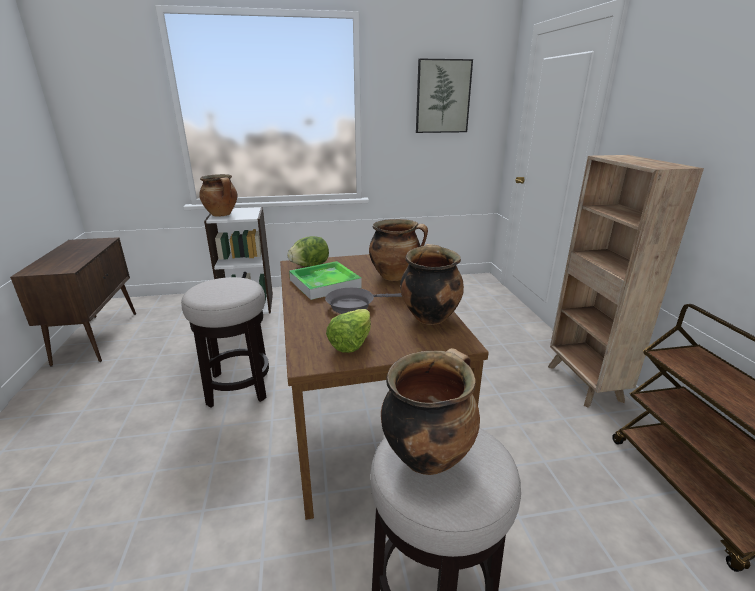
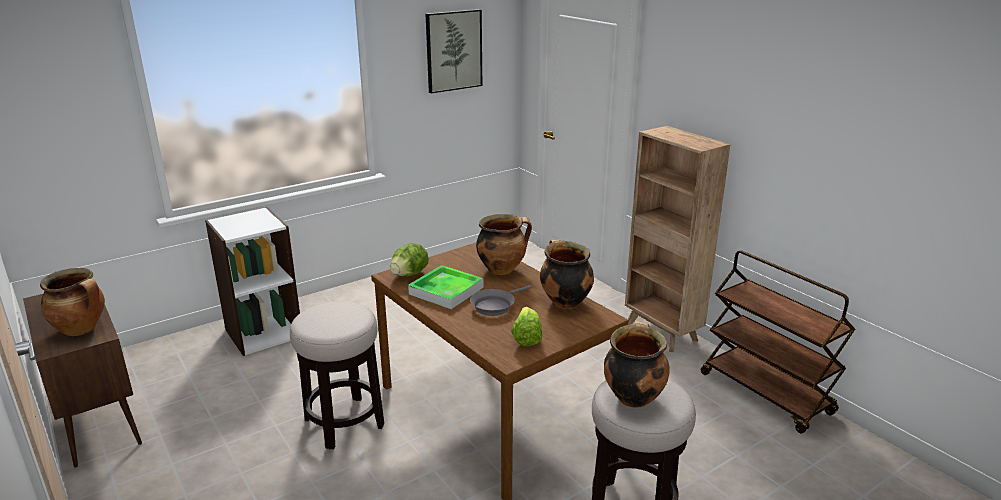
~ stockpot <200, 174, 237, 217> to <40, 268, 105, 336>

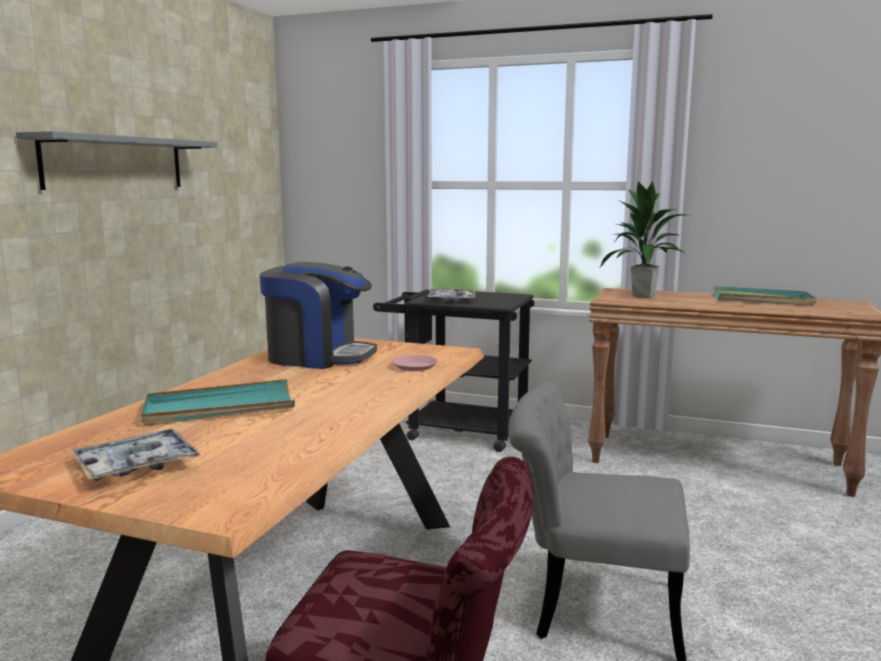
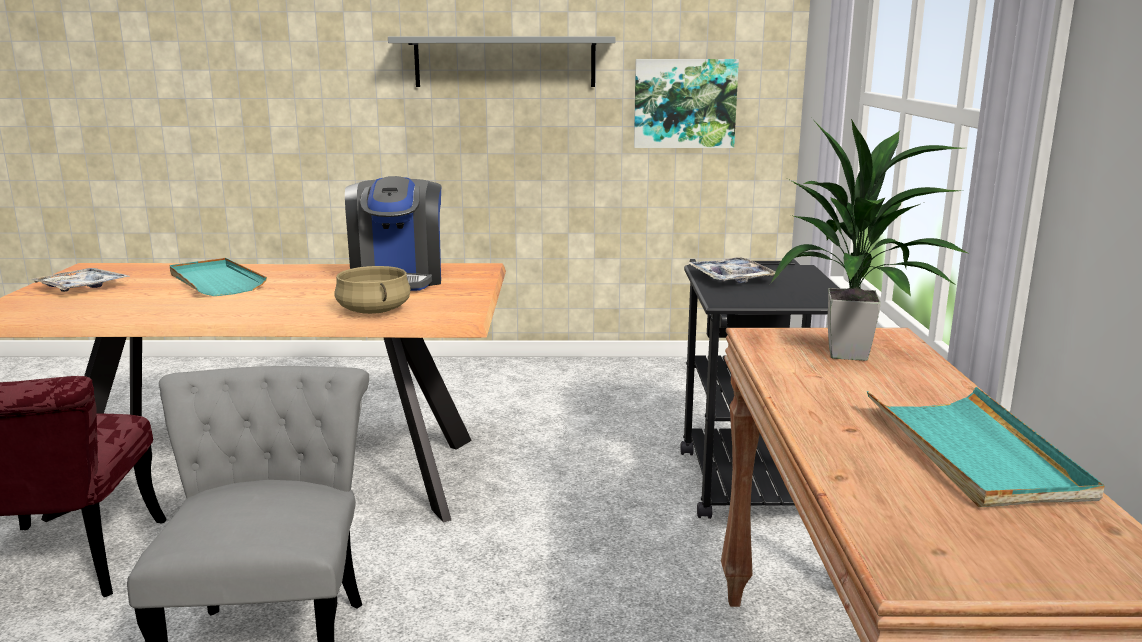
+ wall art <634, 59, 739, 148>
~ pink plate <392, 355, 438, 371> to beige-coloured stockpot <334, 266, 411, 314>

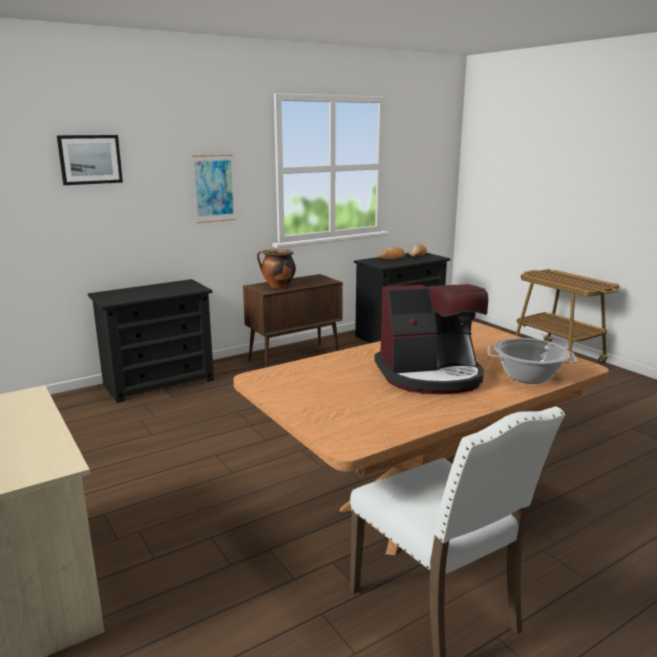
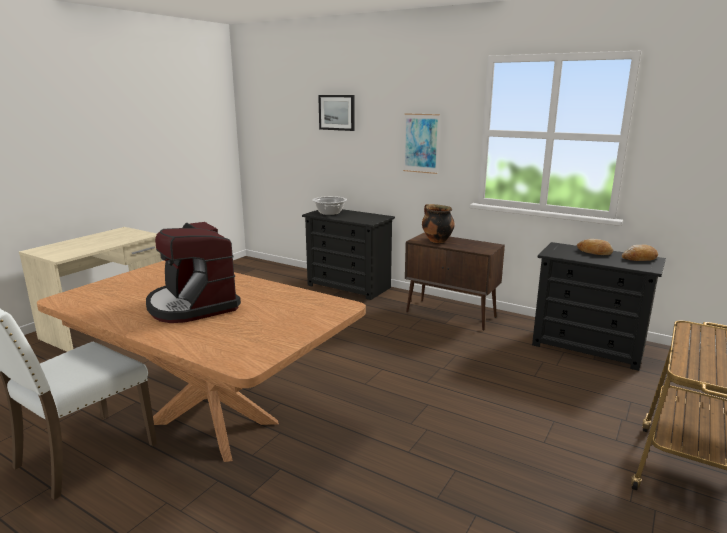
~ stockpot <487, 338, 577, 384> to <312, 196, 347, 215>

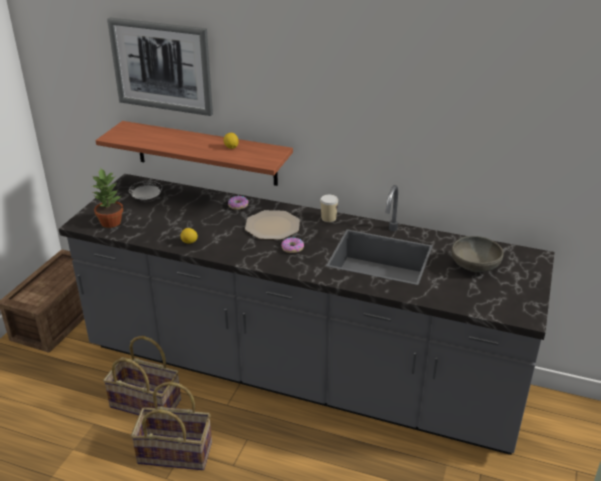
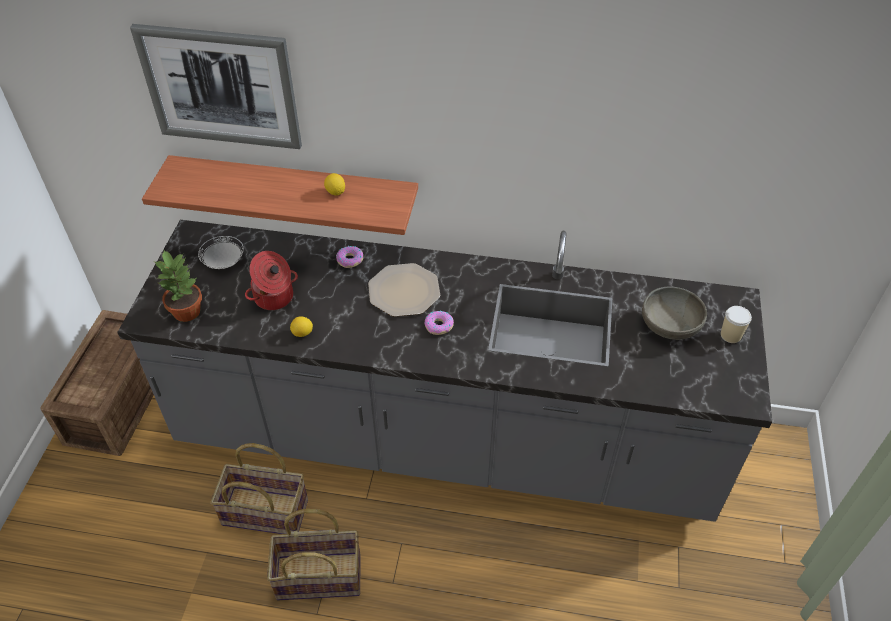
+ stockpot <245, 251, 298, 310>
~ small cup <320, 195, 338, 222> to <721, 306, 752, 343>

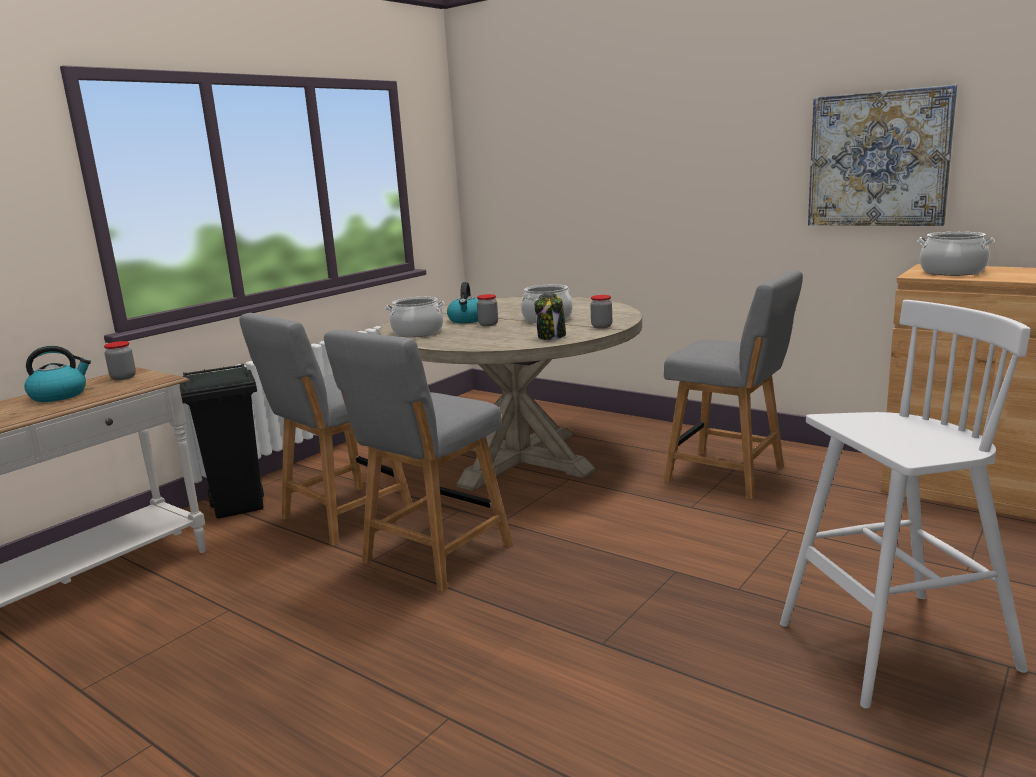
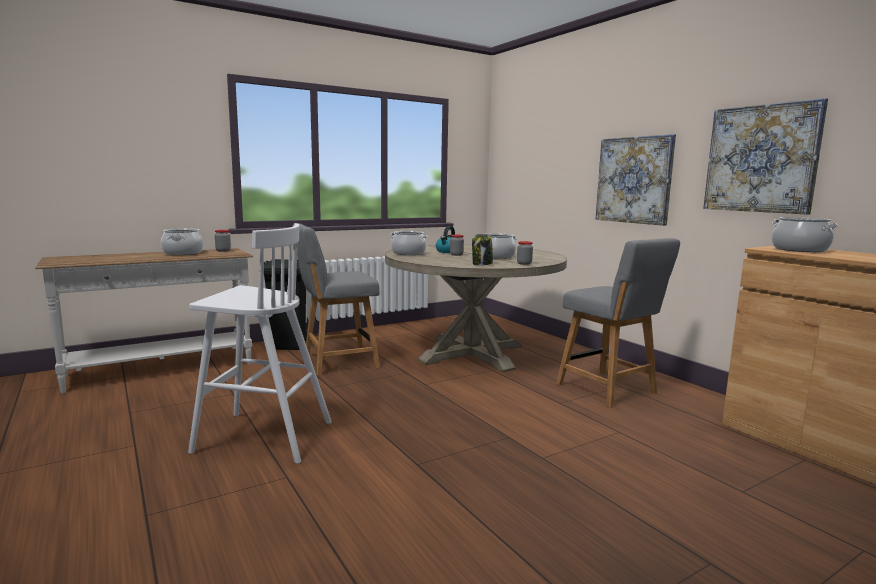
- gray upright chair <324, 330, 513, 592>
+ wall art <595, 134, 676, 226>
~ white stool <780, 300, 1031, 709> to <188, 223, 332, 464>
~ water kettle <24, 346, 91, 402> to stockpot <161, 228, 203, 255>

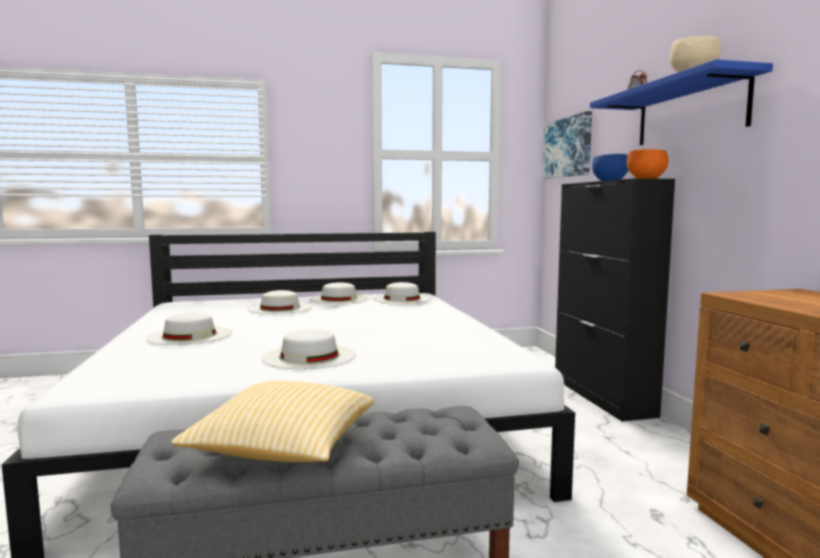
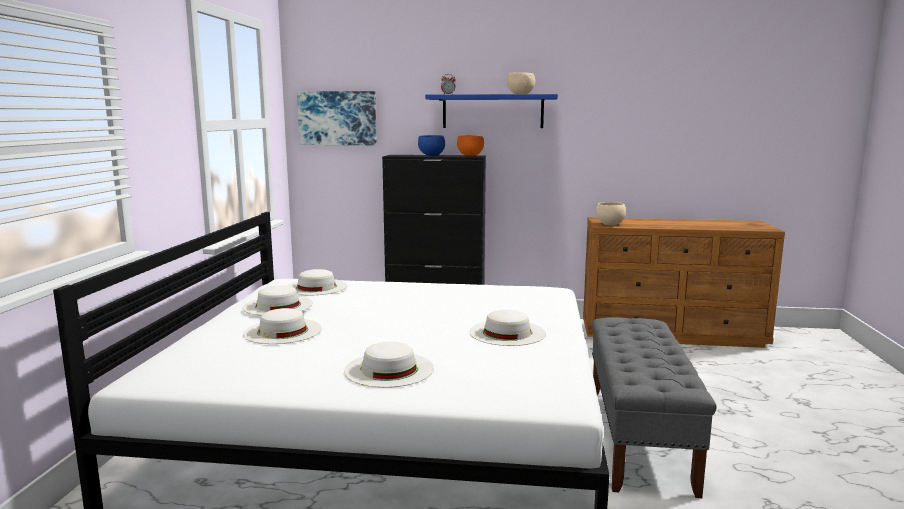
- pillow <171, 381, 374, 462>
+ beige-coloured bowl <596, 202, 626, 225>

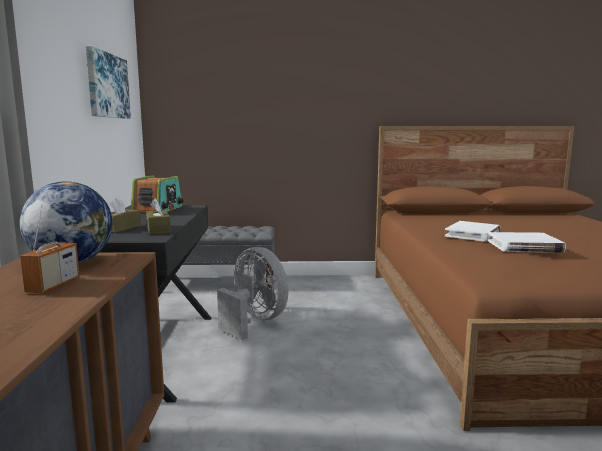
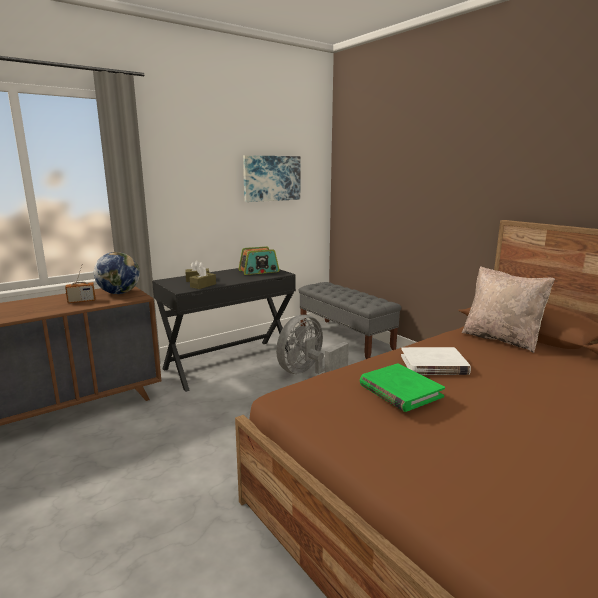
+ beige-coloured pillow <462, 266, 555, 353>
~ white bound book <488, 232, 566, 253> to greenish bound book <360, 363, 445, 412>
~ gray electric fan <217, 247, 289, 340> = <276, 315, 349, 374> 150 degrees counterclockwise

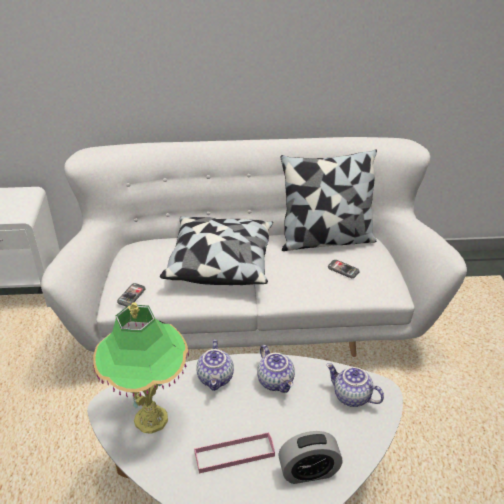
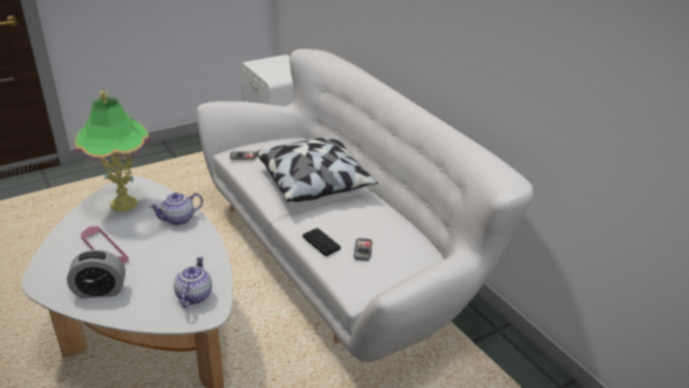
- teapot <257, 345, 295, 393>
- pillow <280, 149, 377, 251>
+ blackish gamepad <303, 228, 341, 256>
~ alarm clock <278, 431, 343, 484> = <67, 250, 125, 299> 60 degrees counterclockwise

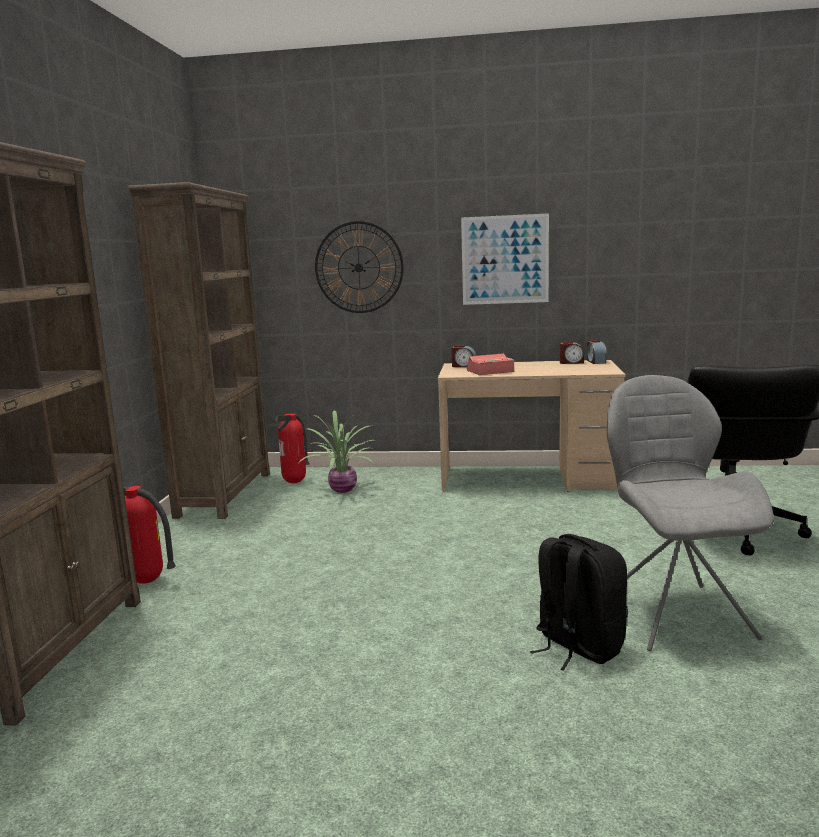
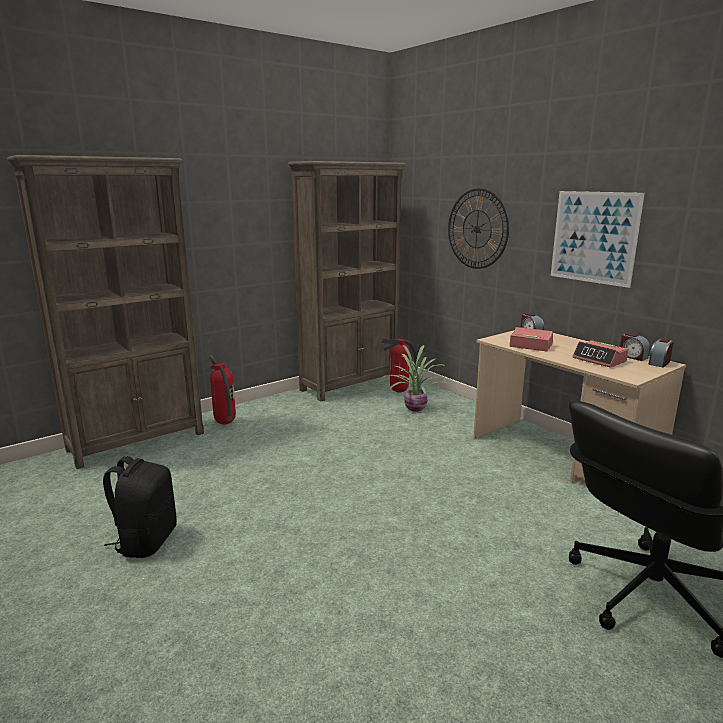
- gray upright chair <607, 375, 774, 651>
+ alarm clock <573, 340, 628, 368>
~ blackish rucksack <530, 534, 628, 671> to <103, 456, 177, 558>

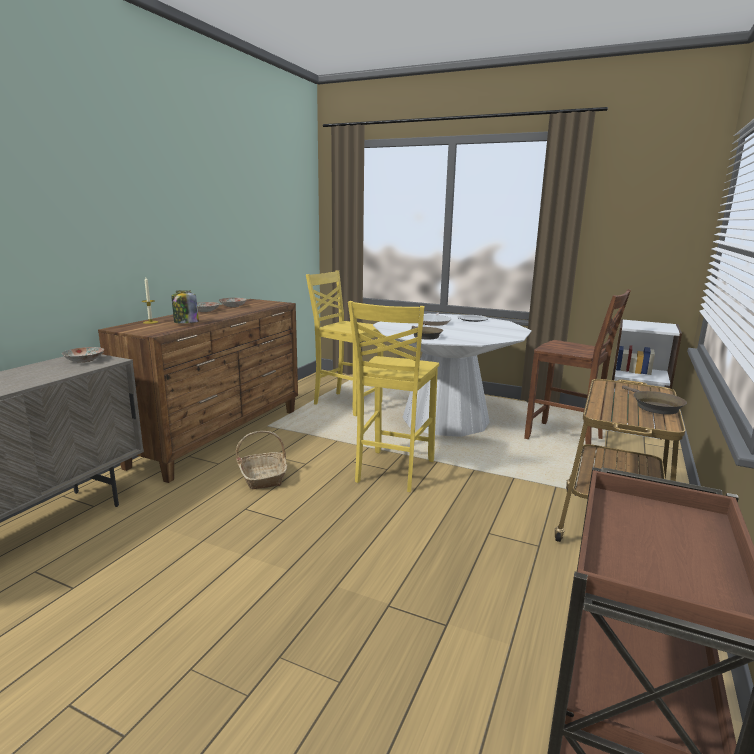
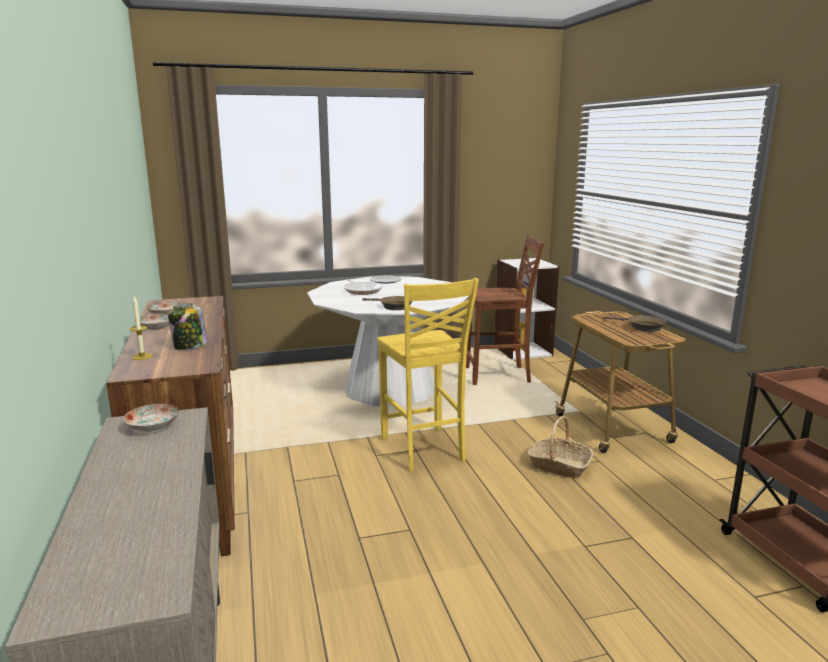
- yellow-coloured upright chair <306, 270, 383, 416>
~ basket <236, 431, 287, 489> to <527, 416, 593, 478>

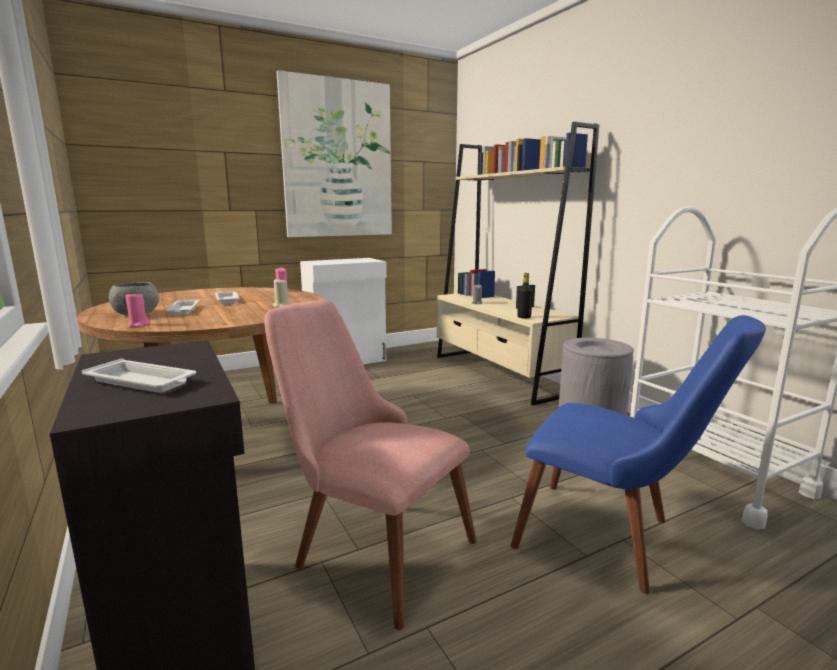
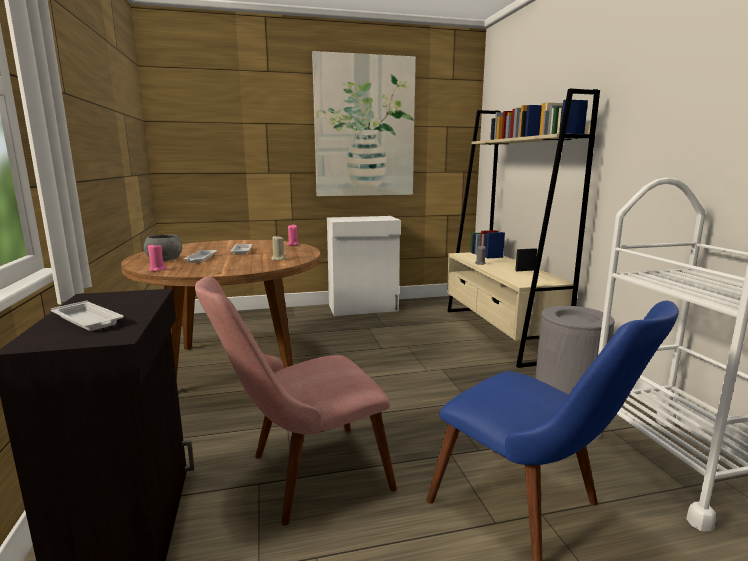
- blackish beverage bottle <517, 273, 533, 319>
~ pink upright chair <264, 300, 477, 630> = <195, 276, 397, 526> 75 degrees counterclockwise

